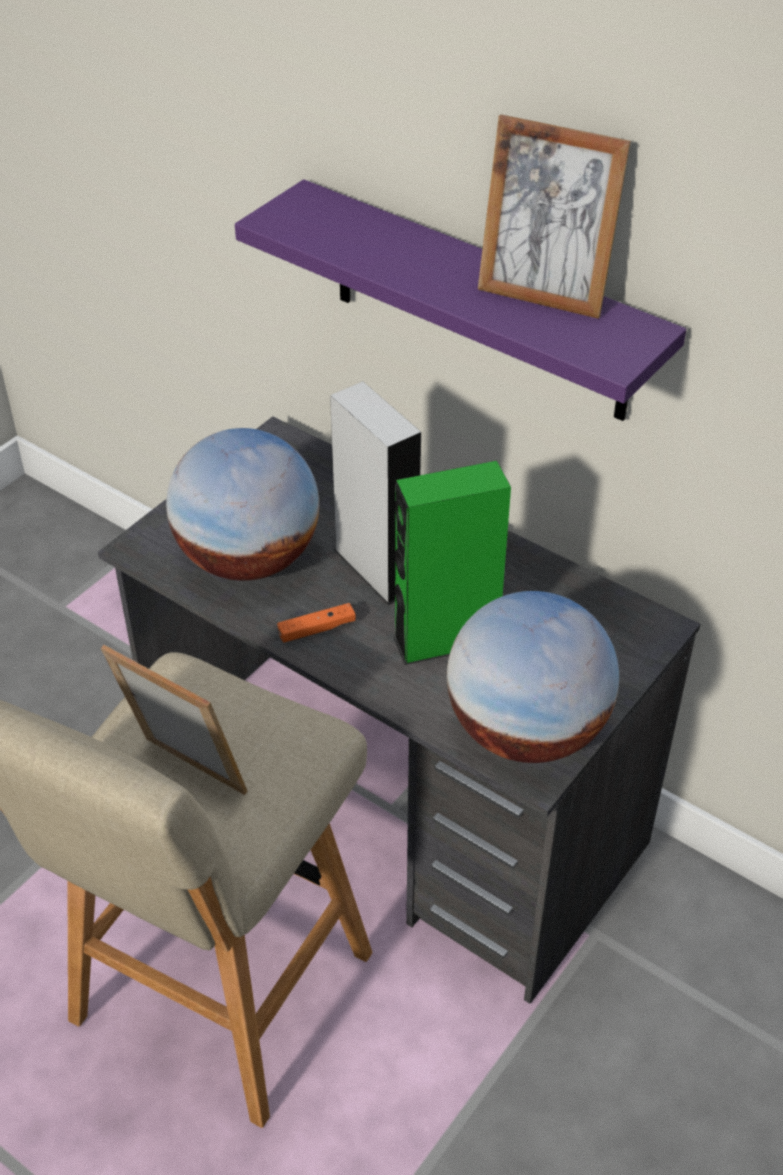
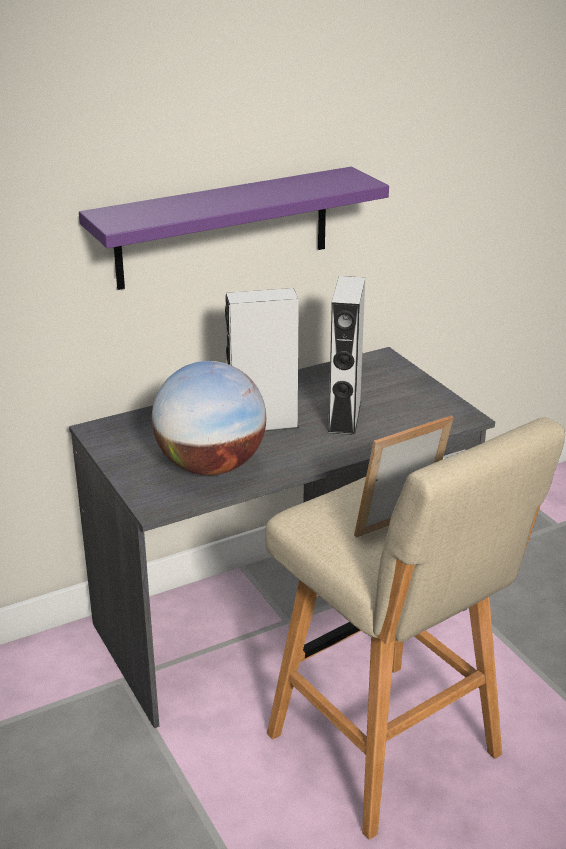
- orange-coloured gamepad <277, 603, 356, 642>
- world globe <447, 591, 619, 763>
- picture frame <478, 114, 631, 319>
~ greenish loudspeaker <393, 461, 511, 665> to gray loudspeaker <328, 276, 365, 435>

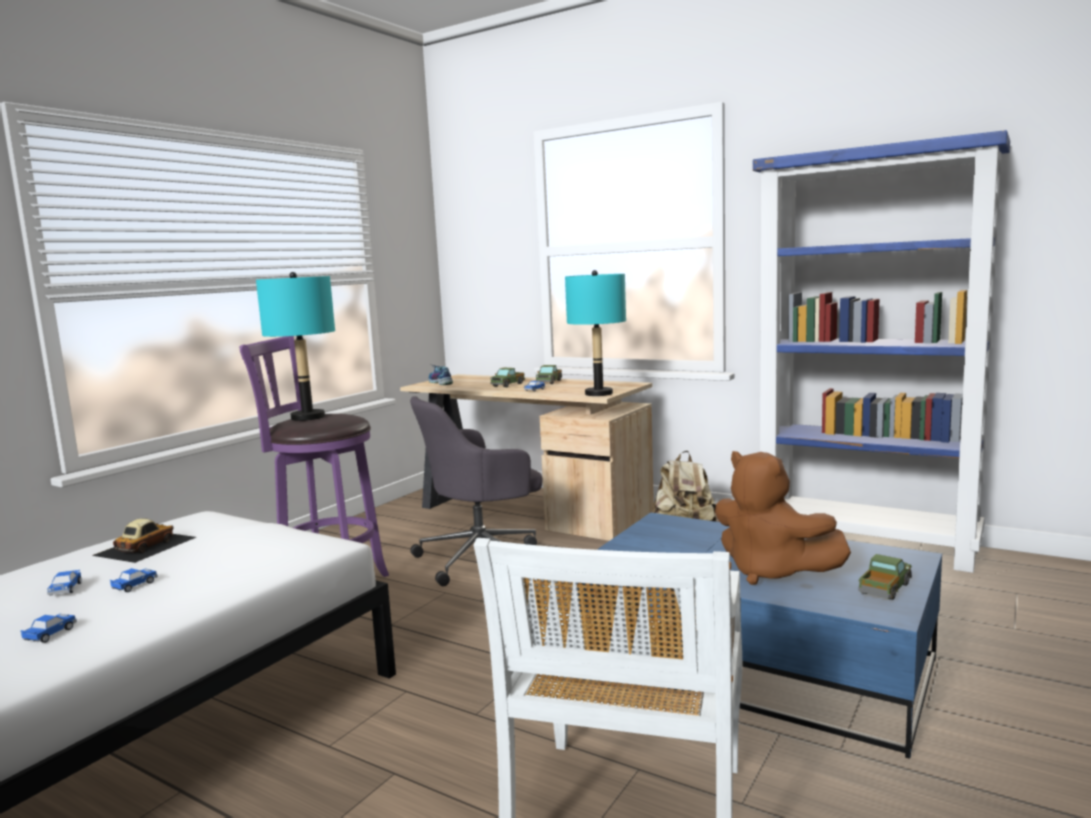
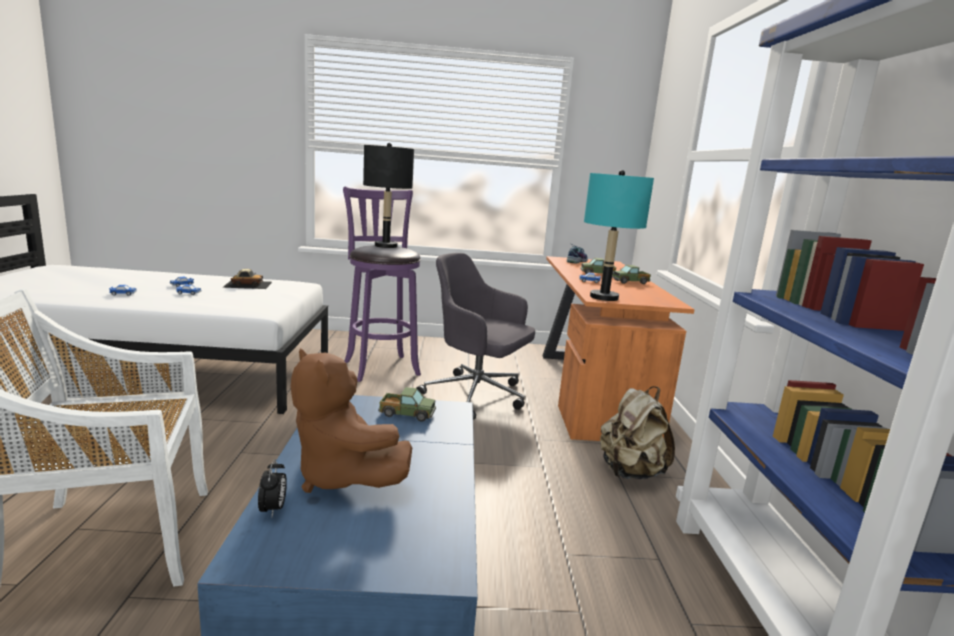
+ alarm clock <258, 459, 287, 517>
~ toy lorry <858, 554, 912, 600> to <378, 387, 436, 422>
~ blue-green lamp for a table <256, 272, 335, 421> to blackish lamp for a table <363, 143, 414, 248>
~ beige-coloured desk <400, 374, 654, 541> to orange-coloured desk <542, 256, 695, 441>
~ brown-coloured cuddly toy <715, 451, 851, 585> = <290, 348, 412, 493> 60 degrees counterclockwise

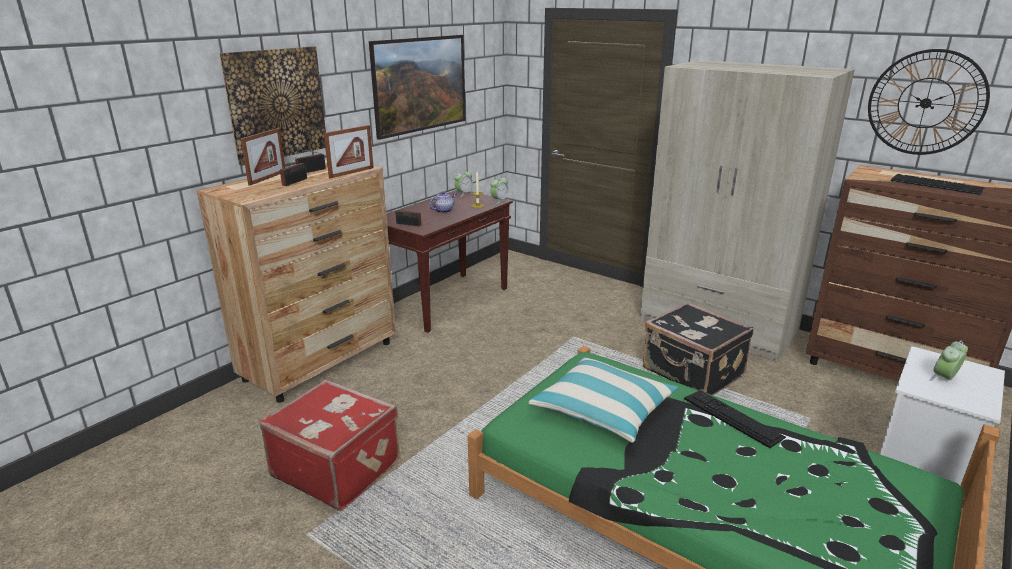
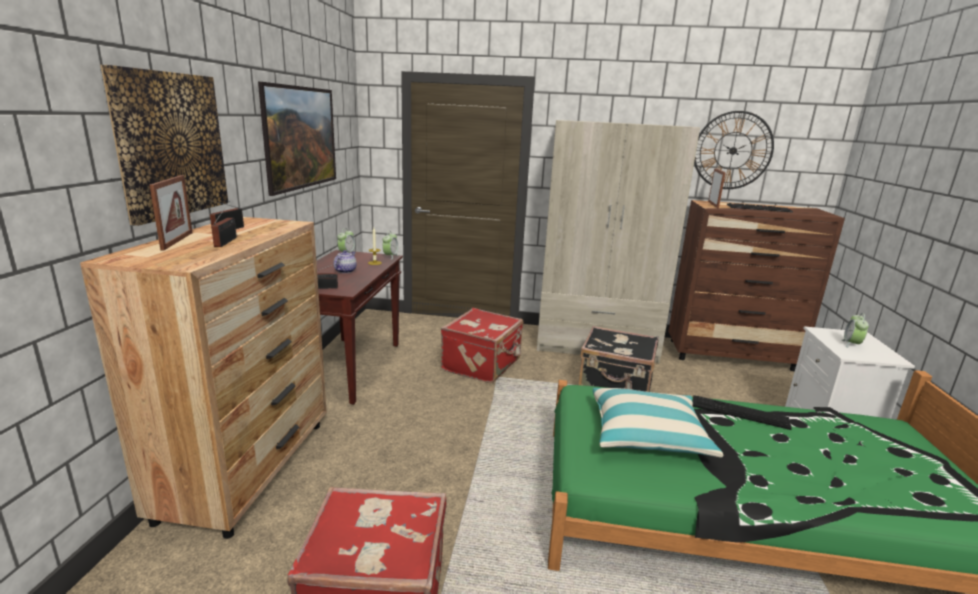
+ red suitcase <441, 308, 523, 383>
~ picture frame <324, 125, 374, 179> to <708, 168, 726, 208>

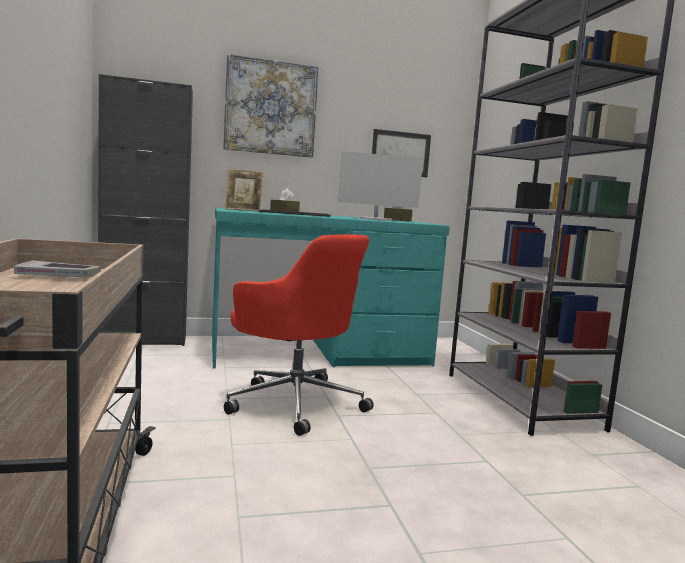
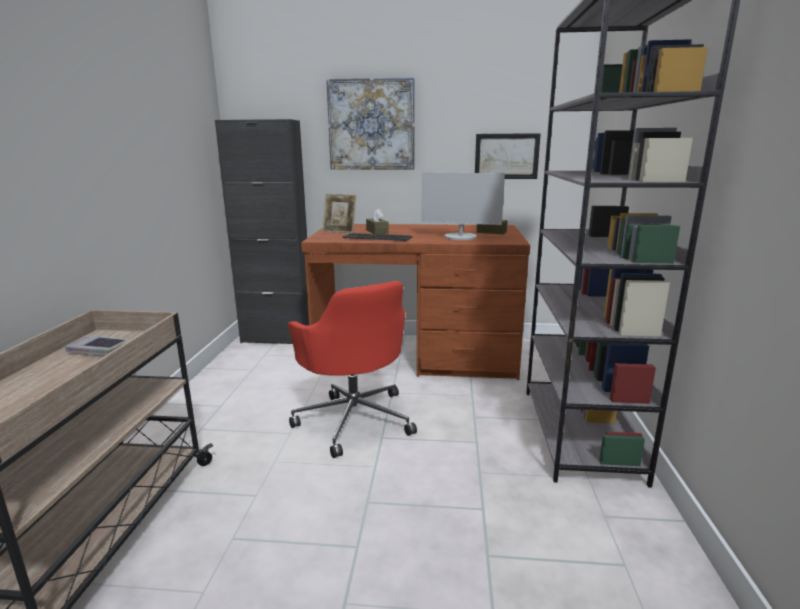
~ blue-green desk <212, 208, 450, 368> to brown-coloured desk <301, 224, 530, 380>

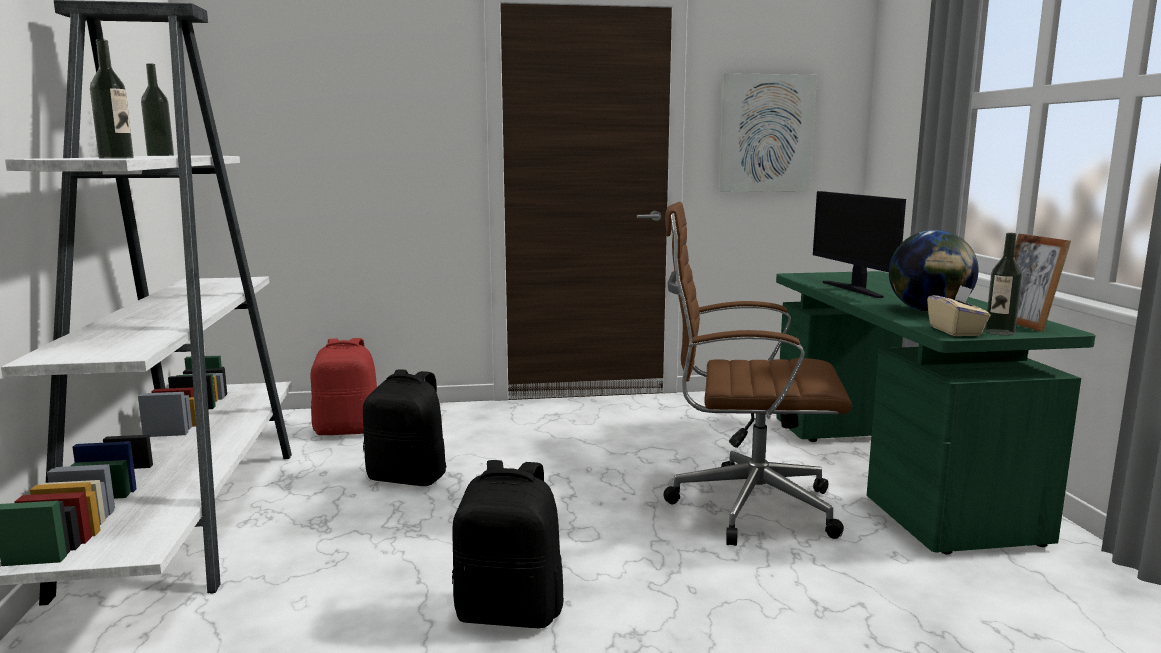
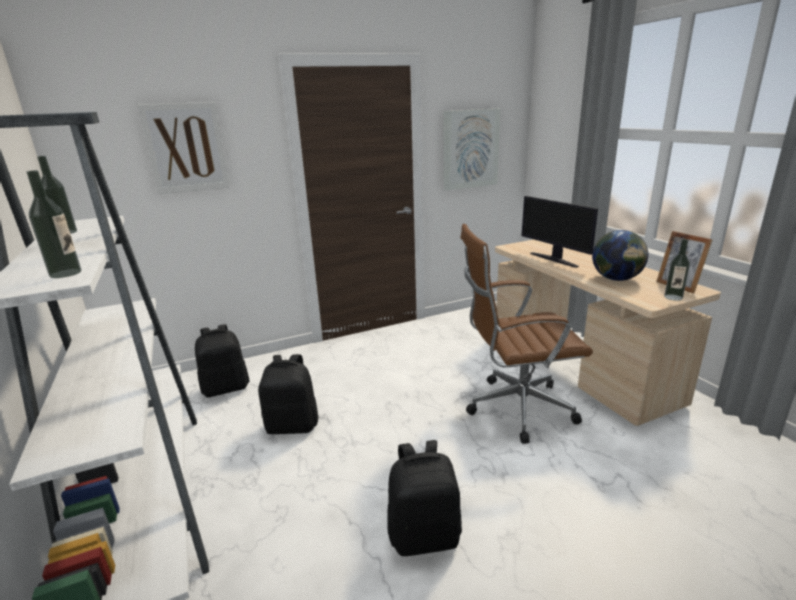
- beige-coloured box of tissues <927, 285, 991, 336>
+ wall art <137, 102, 229, 194>
~ red rucksack <311, 338, 377, 435> to blackish rucksack <195, 324, 250, 397>
~ greenish desk <776, 271, 1096, 555> to beige-coloured desk <495, 240, 721, 426>

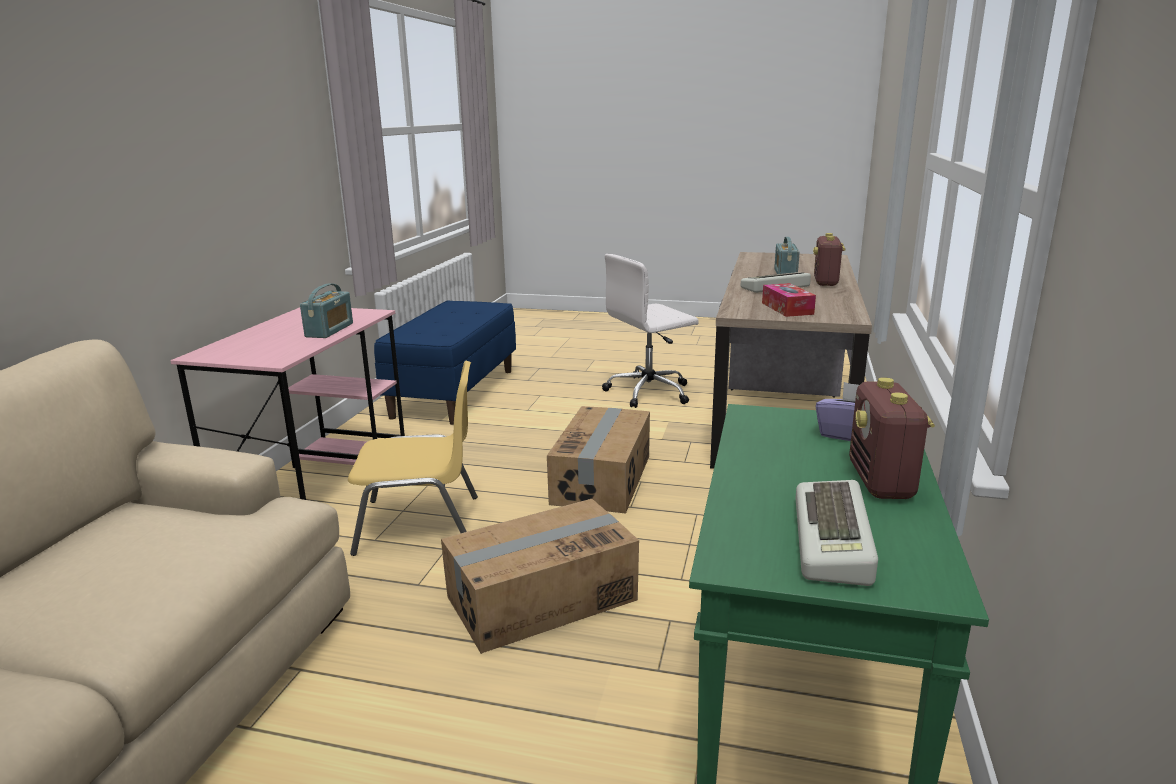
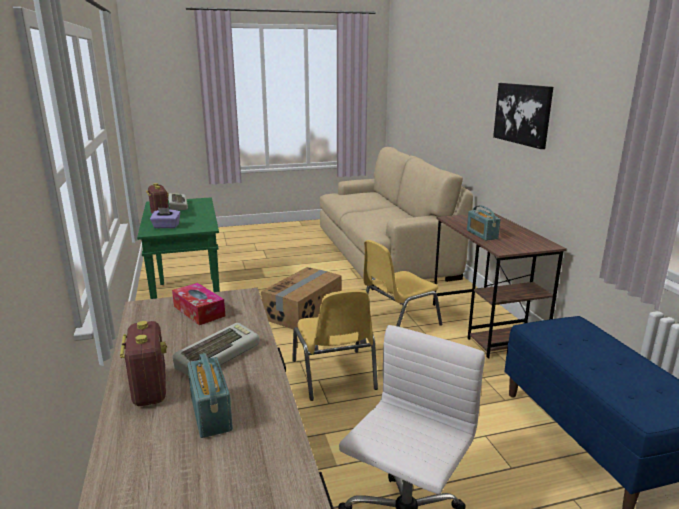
+ wall art <493, 83, 553, 149>
~ carton <547, 406, 650, 514> to yellow-coloured upright chair <292, 289, 378, 401>
~ pink desk <170, 308, 405, 500> to brown-coloured desk <433, 212, 567, 358>

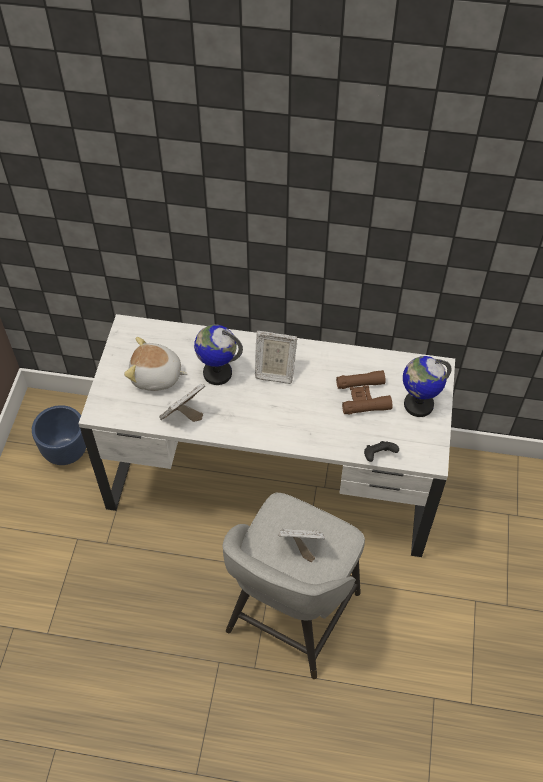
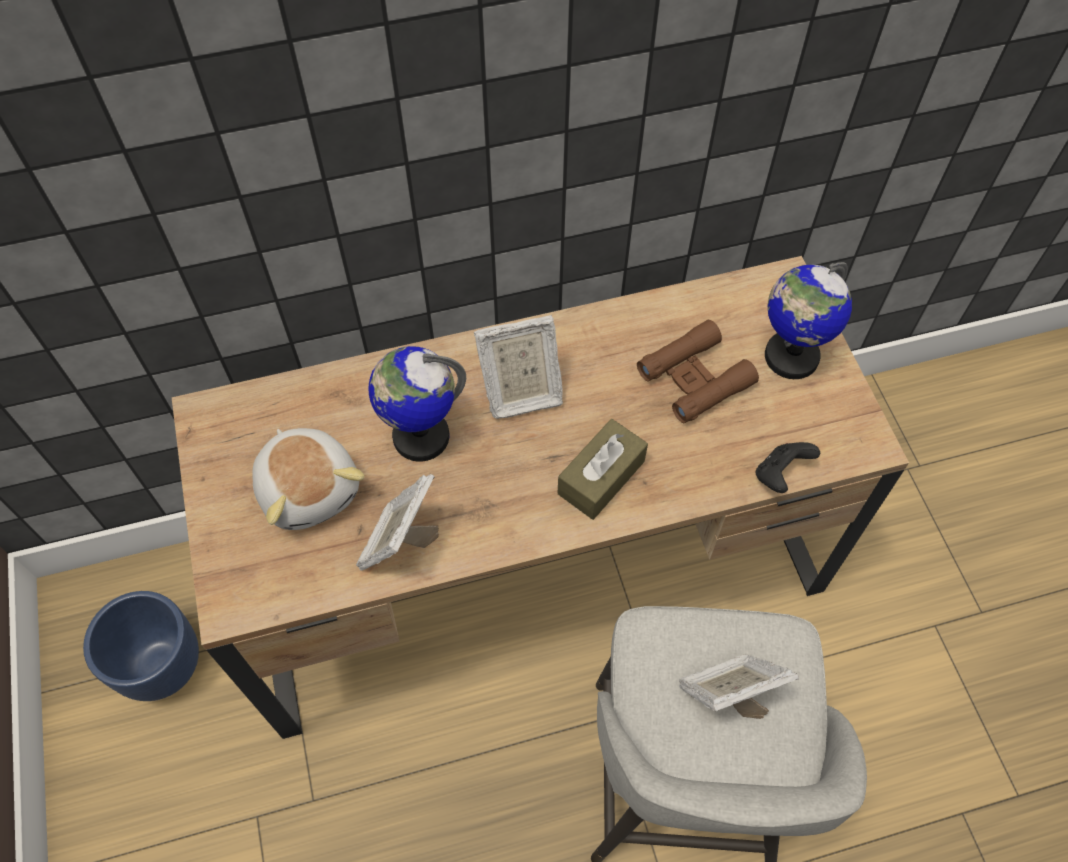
+ brown-coloured box of tissues <558, 419, 648, 520>
~ white desk <78, 314, 455, 557> to brown-coloured desk <172, 256, 909, 739>
~ cuddly toy <124, 337, 188, 391> = <252, 428, 365, 530> 105 degrees counterclockwise

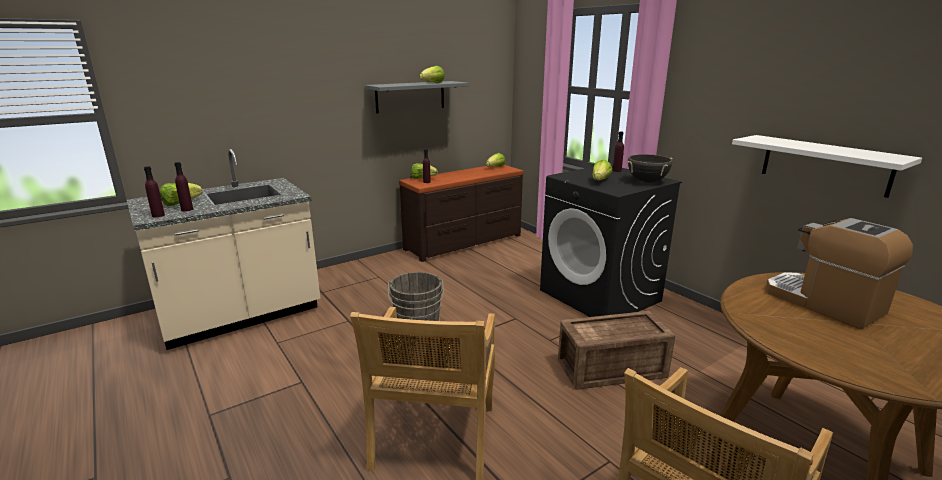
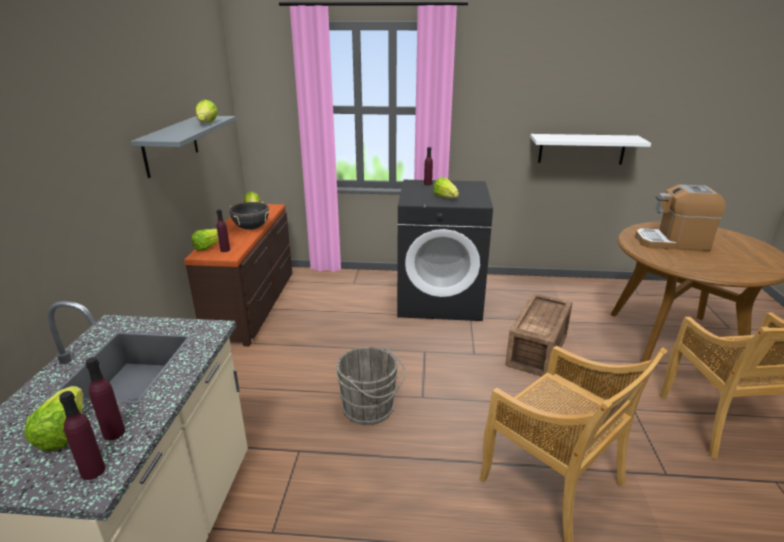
~ blackish stockpot <627, 154, 673, 183> to <229, 202, 270, 230>

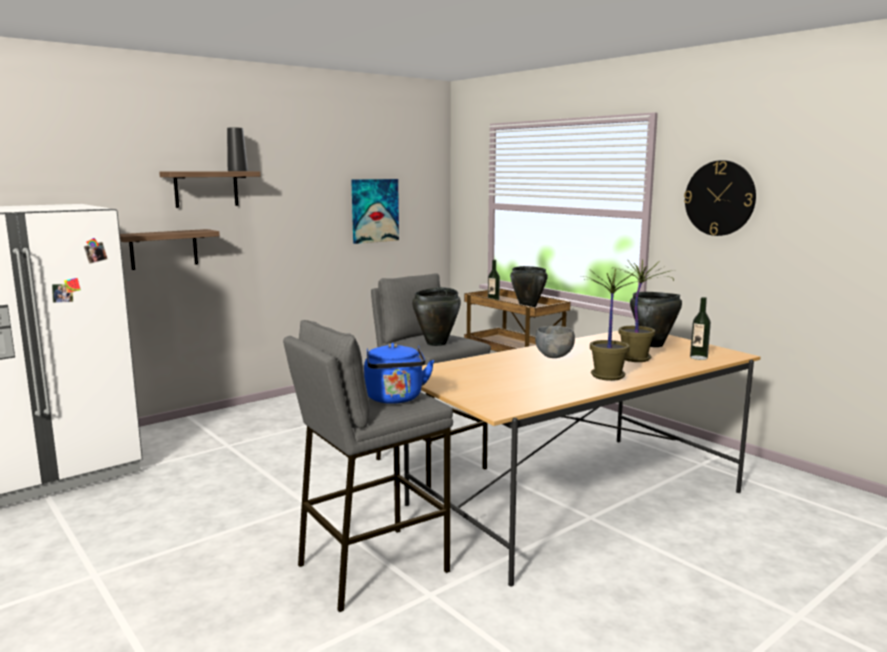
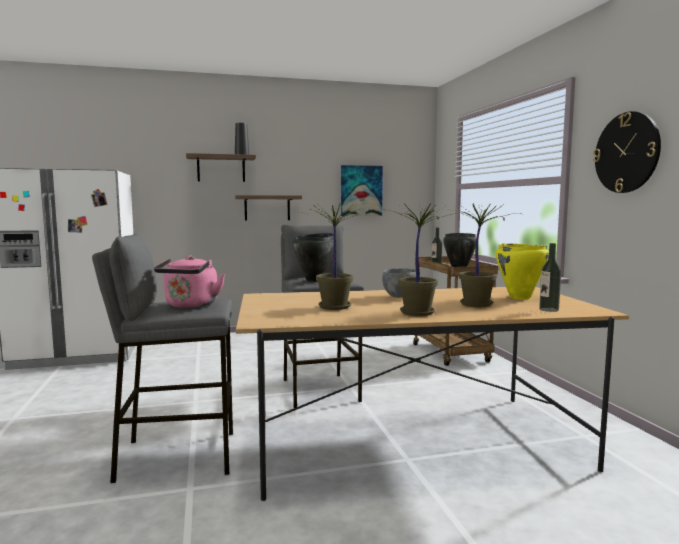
+ houseplant <300, 203, 367, 310>
~ bracket shelf <120, 229, 220, 270> to <235, 195, 302, 220>
~ blue-coloured water kettle <364, 343, 434, 404> to pink water kettle <154, 256, 225, 308>
~ blackish stockpot <630, 292, 682, 347> to yellow-coloured stockpot <496, 244, 549, 300>

